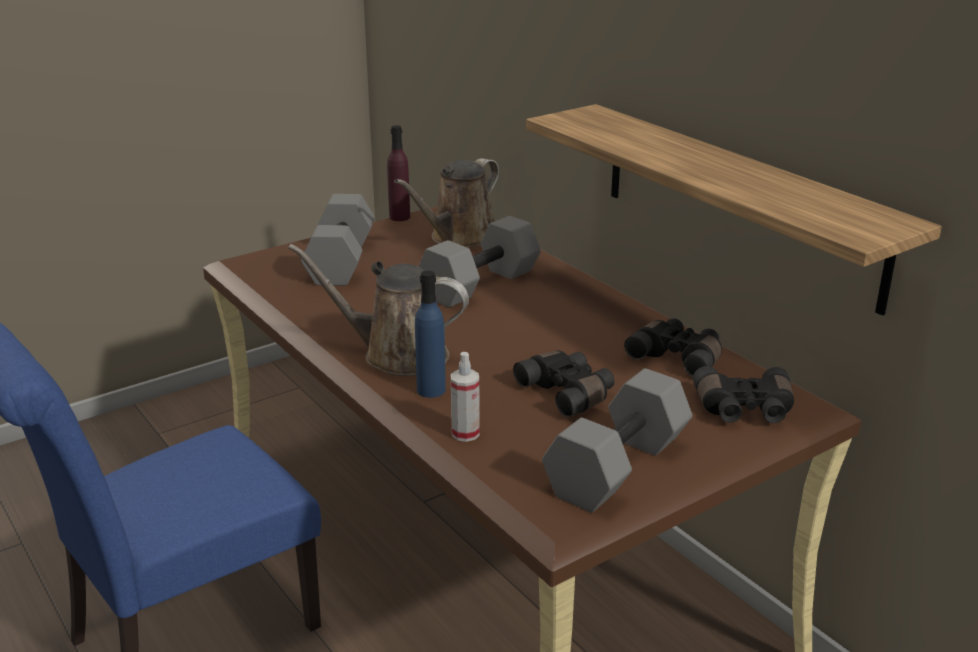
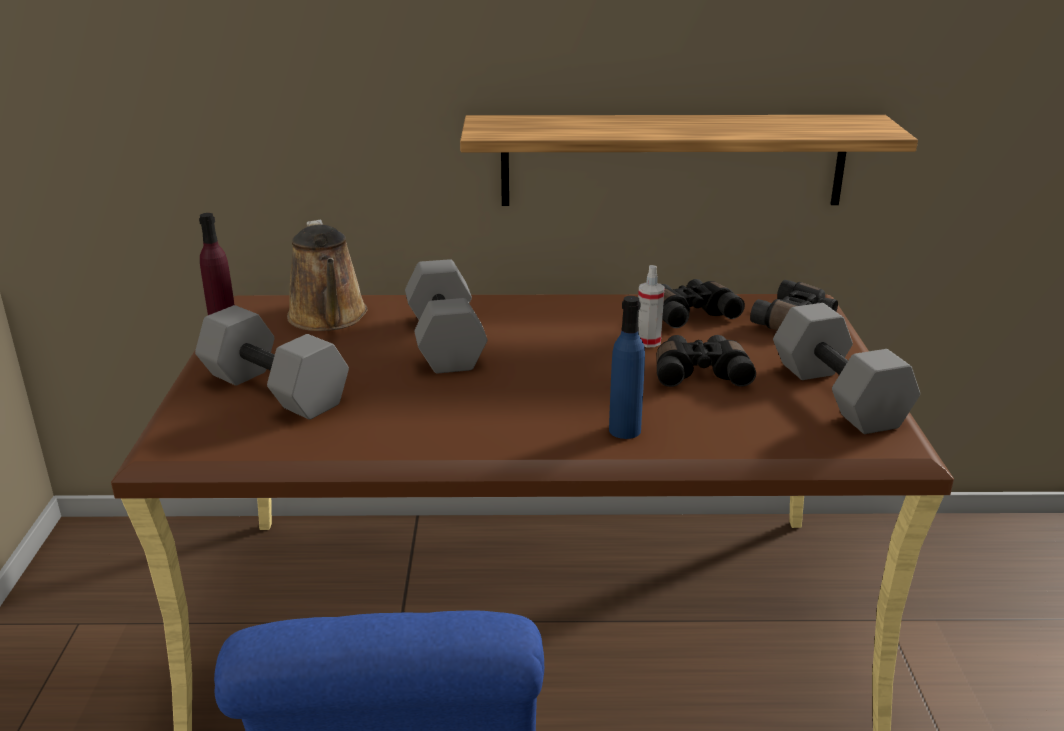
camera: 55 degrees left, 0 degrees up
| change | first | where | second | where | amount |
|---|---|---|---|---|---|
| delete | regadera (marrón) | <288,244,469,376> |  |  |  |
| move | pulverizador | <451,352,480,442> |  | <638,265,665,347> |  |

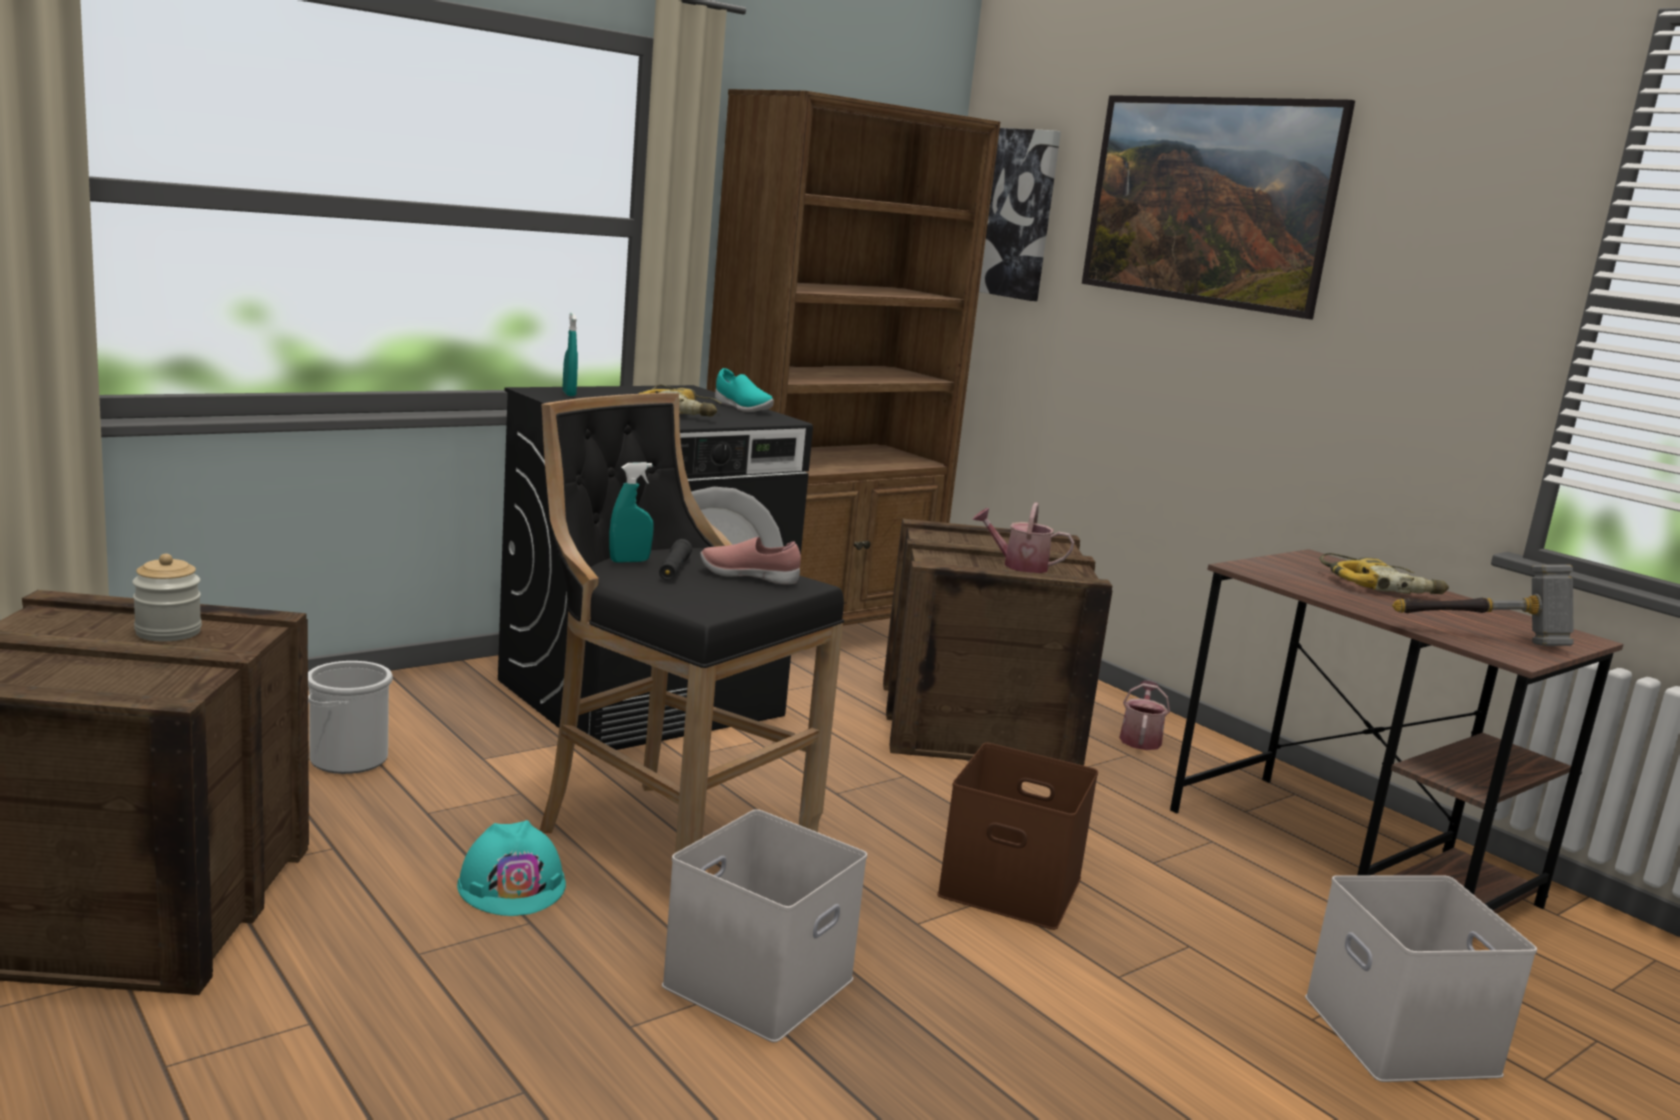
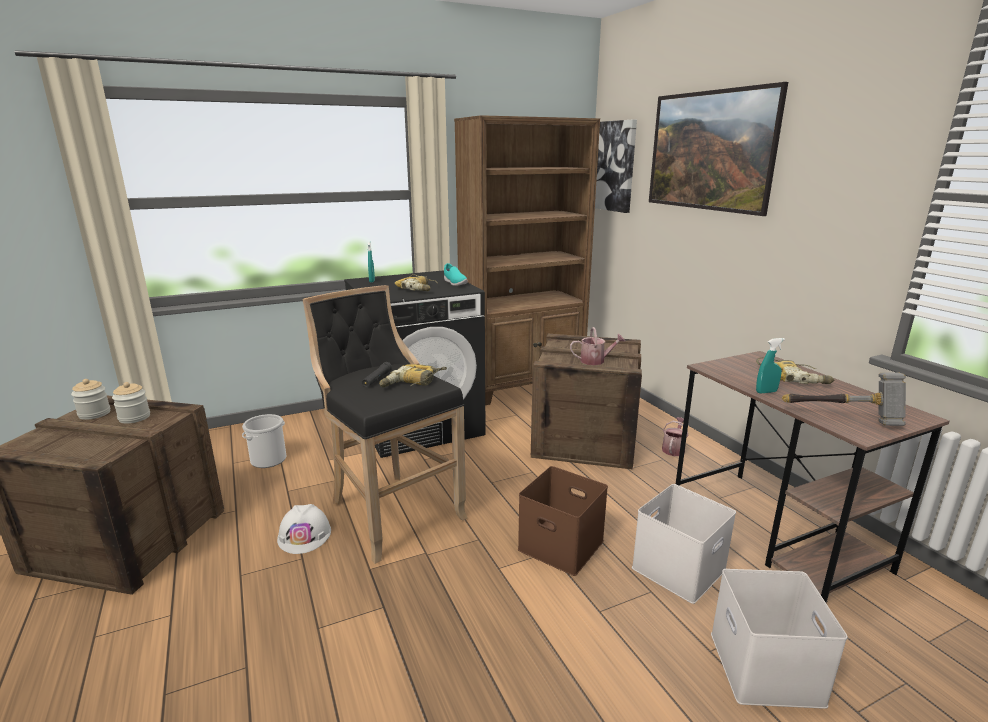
camera: 15 degrees right, 5 degrees up
| change | first | where | second | where | amount |
|---|---|---|---|---|---|
| recolor | casco (turquesa) | <457,820,566,916> | casco (blanco) | <277,504,331,554> |  |
| move | pulverizador (turquesa) | <609,462,653,563> |  | <756,338,785,394> |  |
| move | caja de almacenaje (blanco) | <662,809,867,1042> |  | <632,484,736,604> |  |
| replace | zapato (rosa) | <700,537,801,585> | taladro | <379,364,447,388> |  |
| rotate | regadera | <972,503,1075,573> |  | <570,327,625,365> | 150 degrees clockwise |
| insert |  |  | tarro | <71,379,110,420> |  |

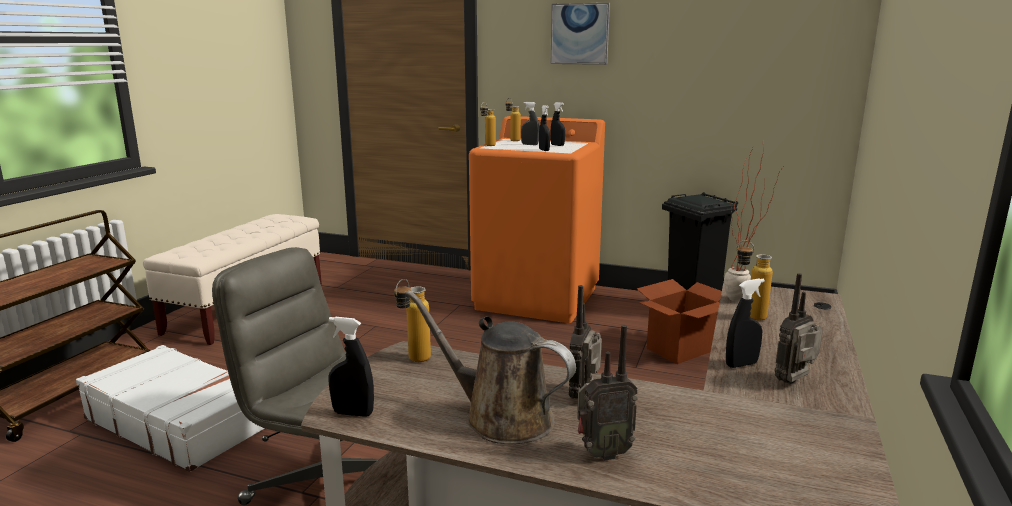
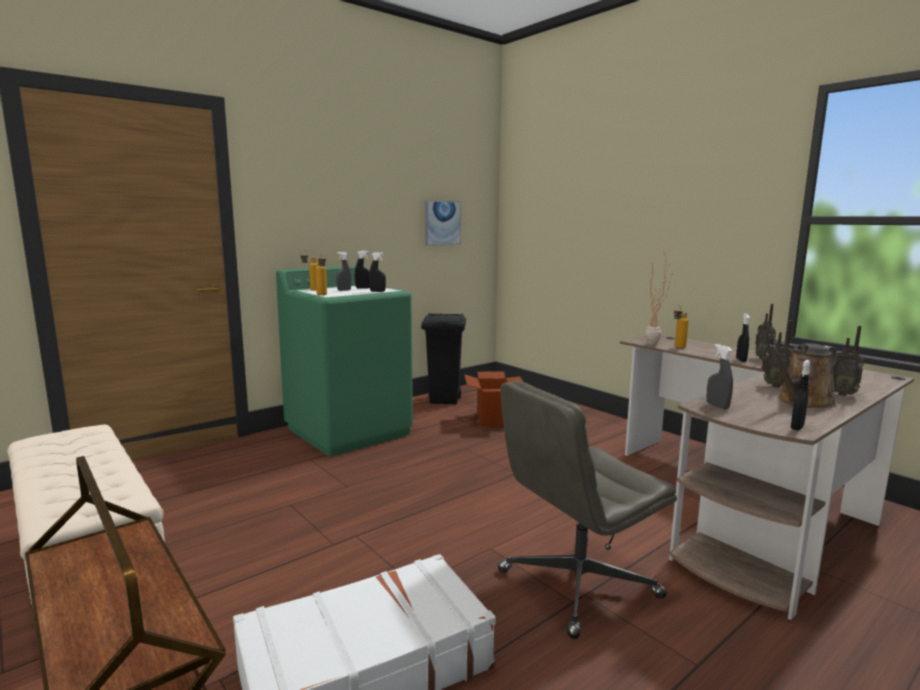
camera: 60 degrees left, 5 degrees down
| change | first | where | second | where | amount |
|---|---|---|---|---|---|
| replace | botella | <394,279,431,362> | pulverizador (gris) | <706,344,733,410> |  |
| recolor | lavadora (naranja) | <469,116,605,323> | lavadora (verde) | <276,266,413,456> |  |
| move | cuadro | <551,3,610,65> |  | <425,200,461,246> |  |
| rotate | radio | <577,325,638,461> |  | <832,326,864,396> | 120 degrees clockwise |

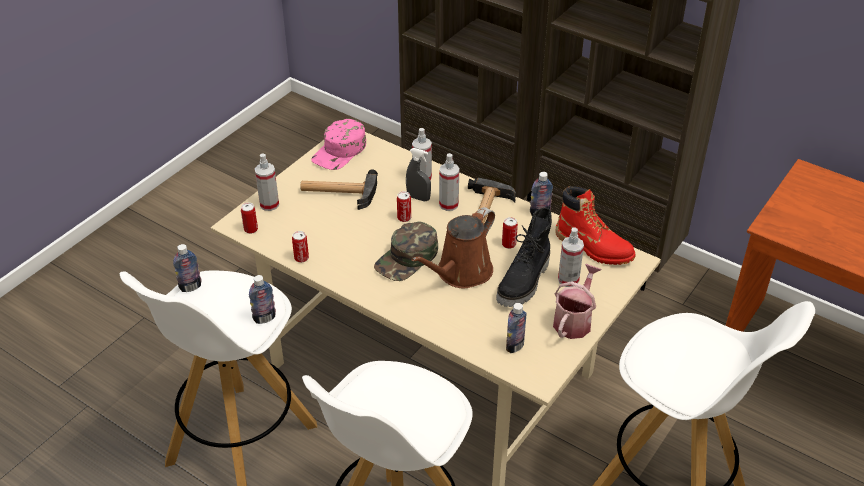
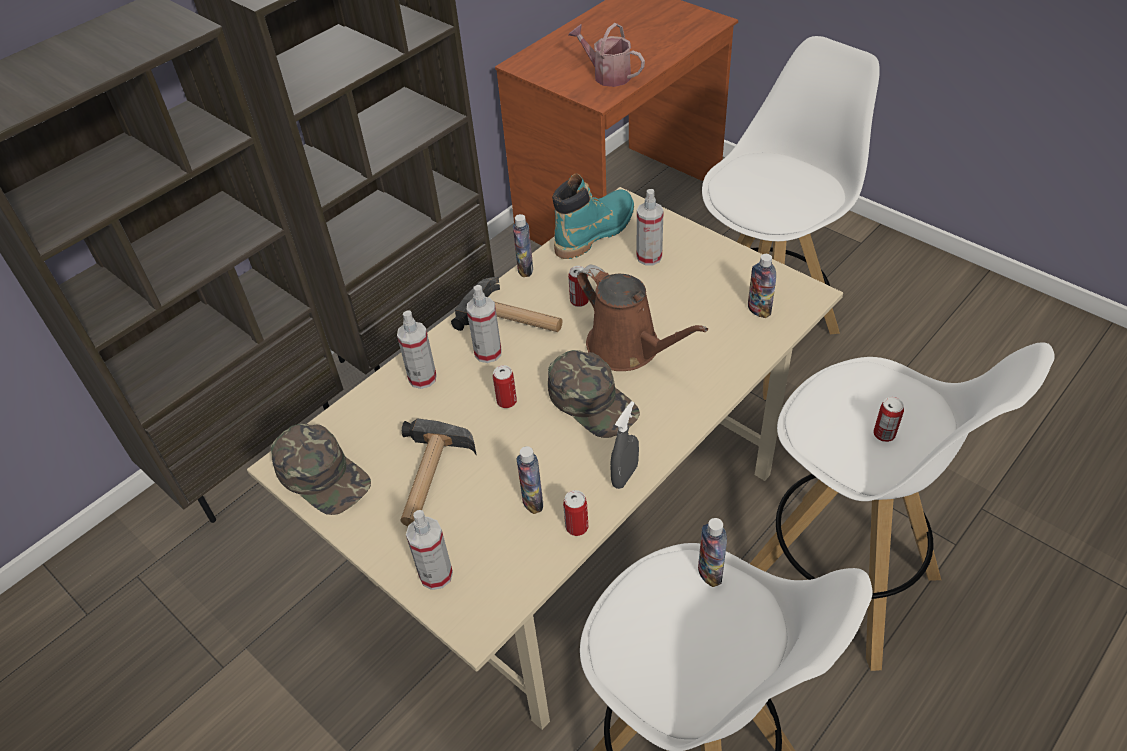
camera: 80 degrees left, 5 degrees up
| change | first | where | second | where | amount |
|---|---|---|---|---|---|
| move | botella | <173,244,201,292> |  | <517,446,543,514> |  |
| move | lata | <241,203,258,234> |  | <873,397,904,442> |  |
| recolor | gorra (rosa) | <311,119,366,170> | gorra (verde) | <271,424,371,515> |  |
| move | pulverizador (gris) | <406,148,431,201> |  | <610,401,639,489> |  |
| delete | bota (negro) | <496,208,552,307> |  |  |  |
| move | regadera | <553,264,601,339> |  | <568,23,645,87> |  |
| recolor | bota (rojo) | <556,186,636,265> | bota (turquesa) | <552,173,634,259> |  |

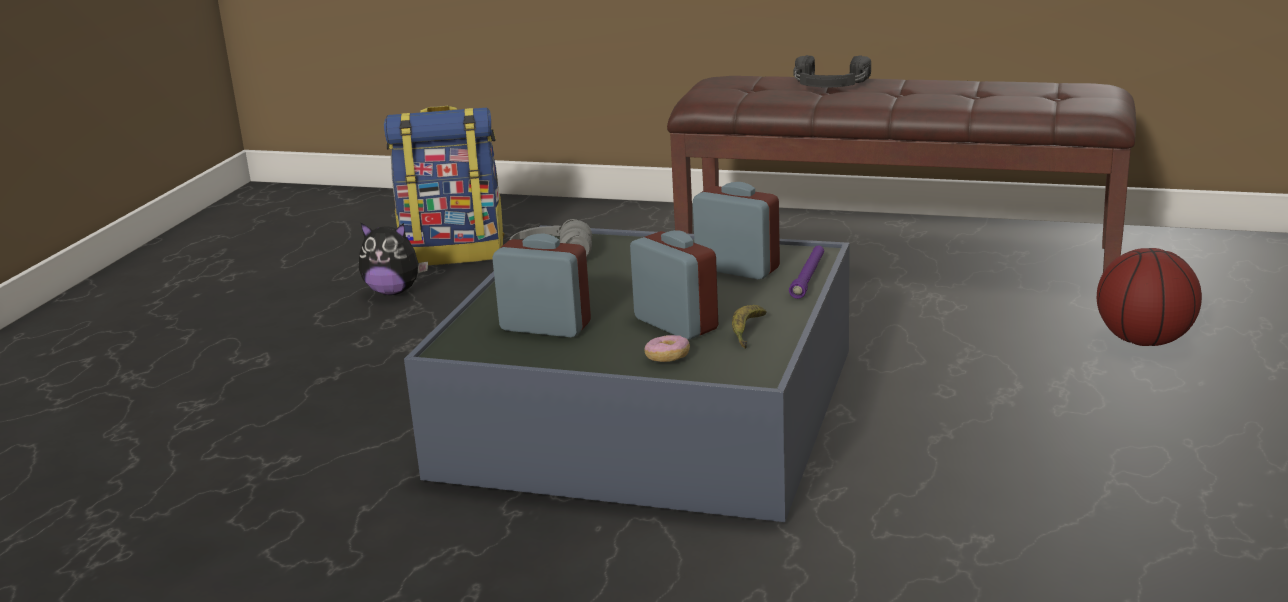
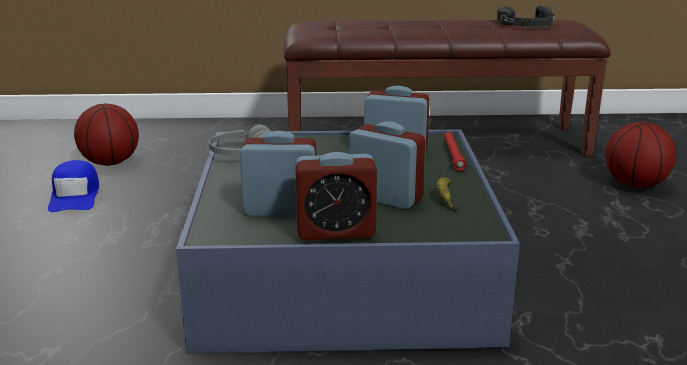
camera: 20 degrees left, 0 degrees up
| change | first | where | second | where | amount |
|---|---|---|---|---|---|
| replace | peluche | <359,222,428,295> | gorra (azul) | <48,160,99,212> |  |
| replace | mochila | <384,106,504,266> | balón de baloncesto | <74,103,139,166> |  |
| delete | rosquilla | <644,335,690,362> |  |  |  |
| recolor | linterna (morado) | <789,246,824,299> | linterna (rojo) | <444,132,466,171> |  |
| move | auriculares (negro) | <793,55,871,87> |  | <497,6,555,27> |  |
| insert |  |  | despertador | <295,152,377,240> |  |

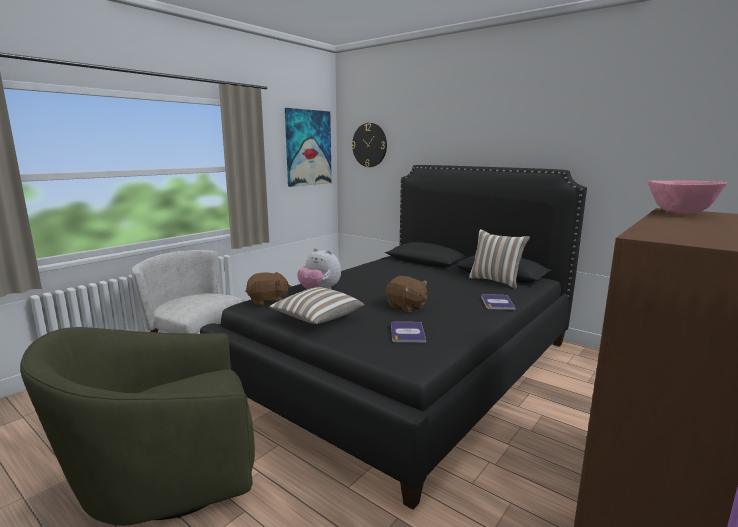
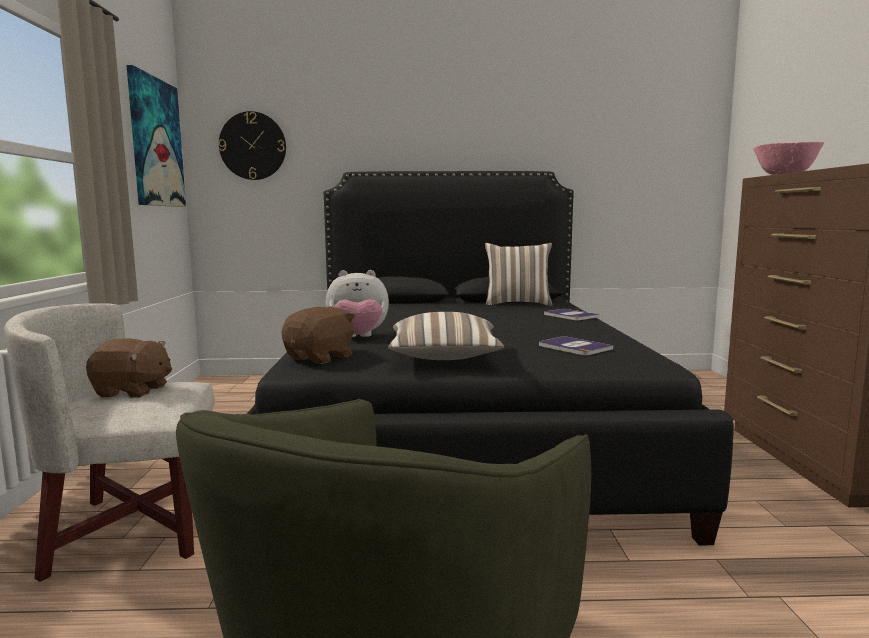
camera: 40 degrees left, 5 degrees down
| change | first | where | second | where | amount |
|---|---|---|---|---|---|
| move | peluche (marrón) | <386,276,427,312> |  | <86,338,172,398> |  |

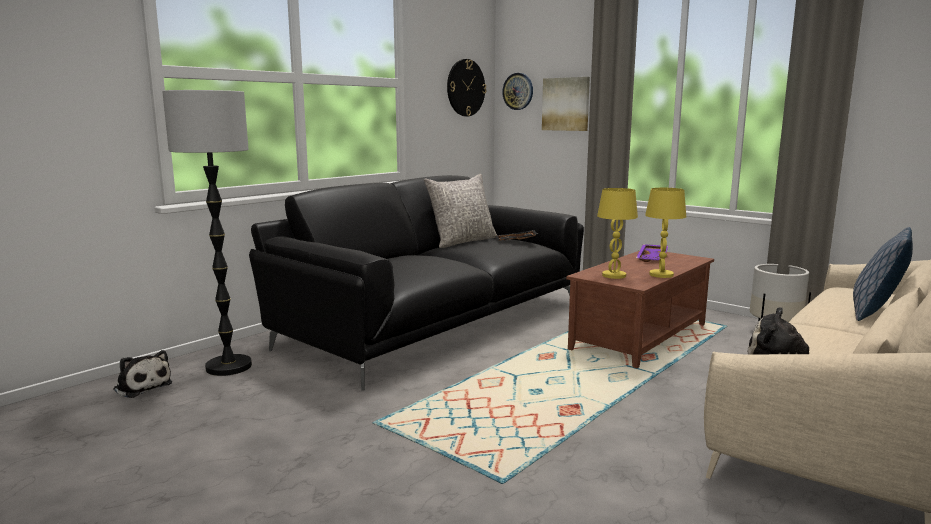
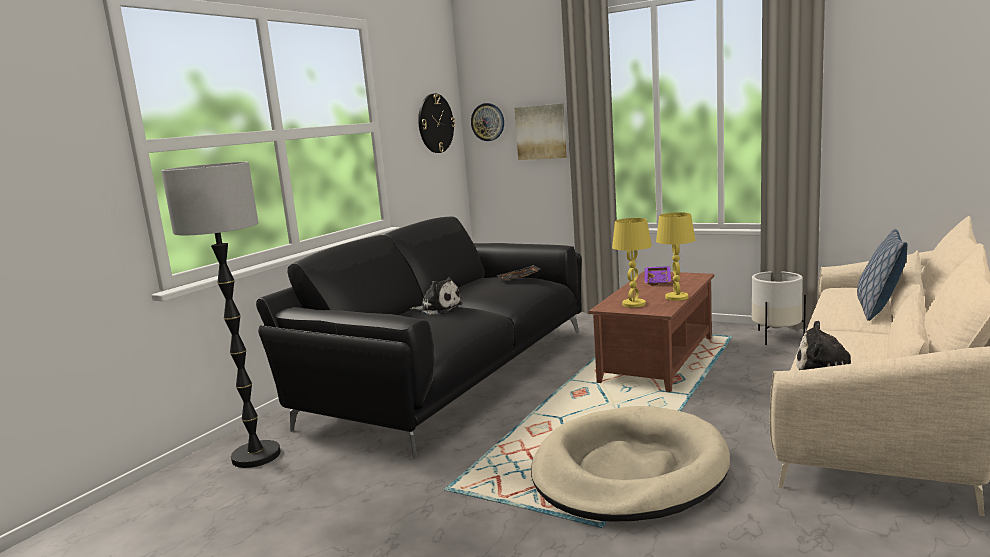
camera: 10 degrees left, 0 degrees up
| change | first | where | second | where | amount |
|---|---|---|---|---|---|
| move | peluche | <113,350,172,398> |  | <410,277,462,315> |  |
| delete | cojín (gris) | <424,174,497,248> |  |  |  |
| insert |  |  | cama para perro (beis) | <531,406,730,522> |  |

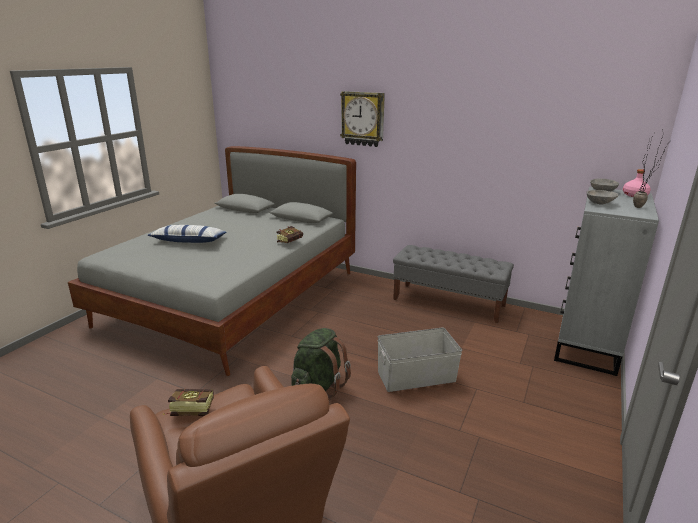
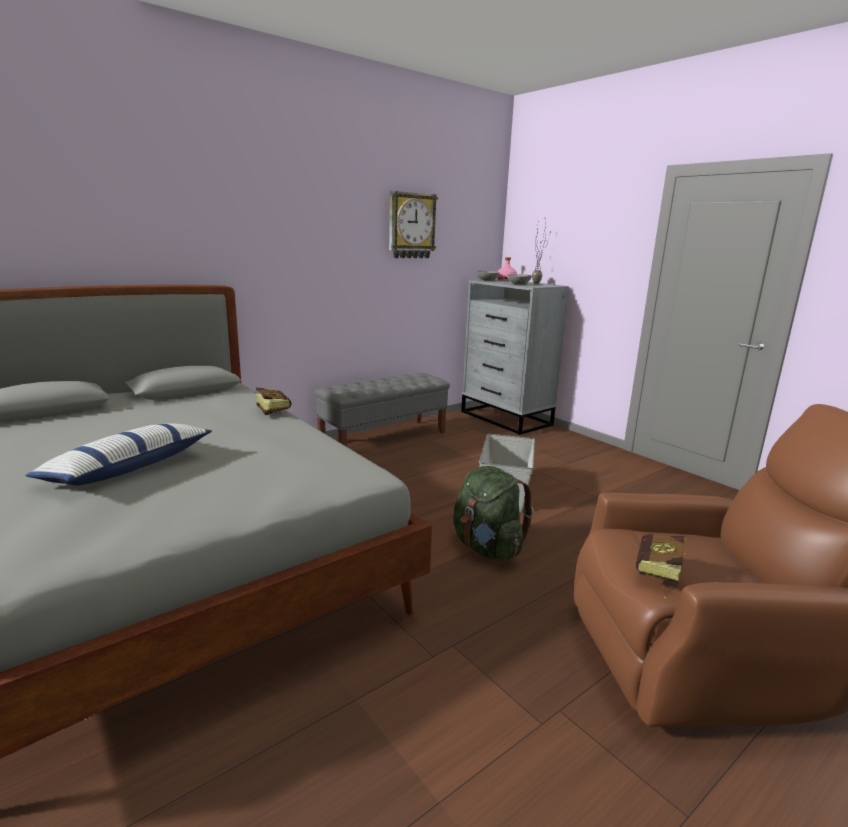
camera: 65 degrees left, 5 degrees down
| change | first | where | second | where | amount |
|---|---|---|---|---|---|
| move | reloj de pared | <340,91,385,147> |  | <389,191,438,258> |  |

